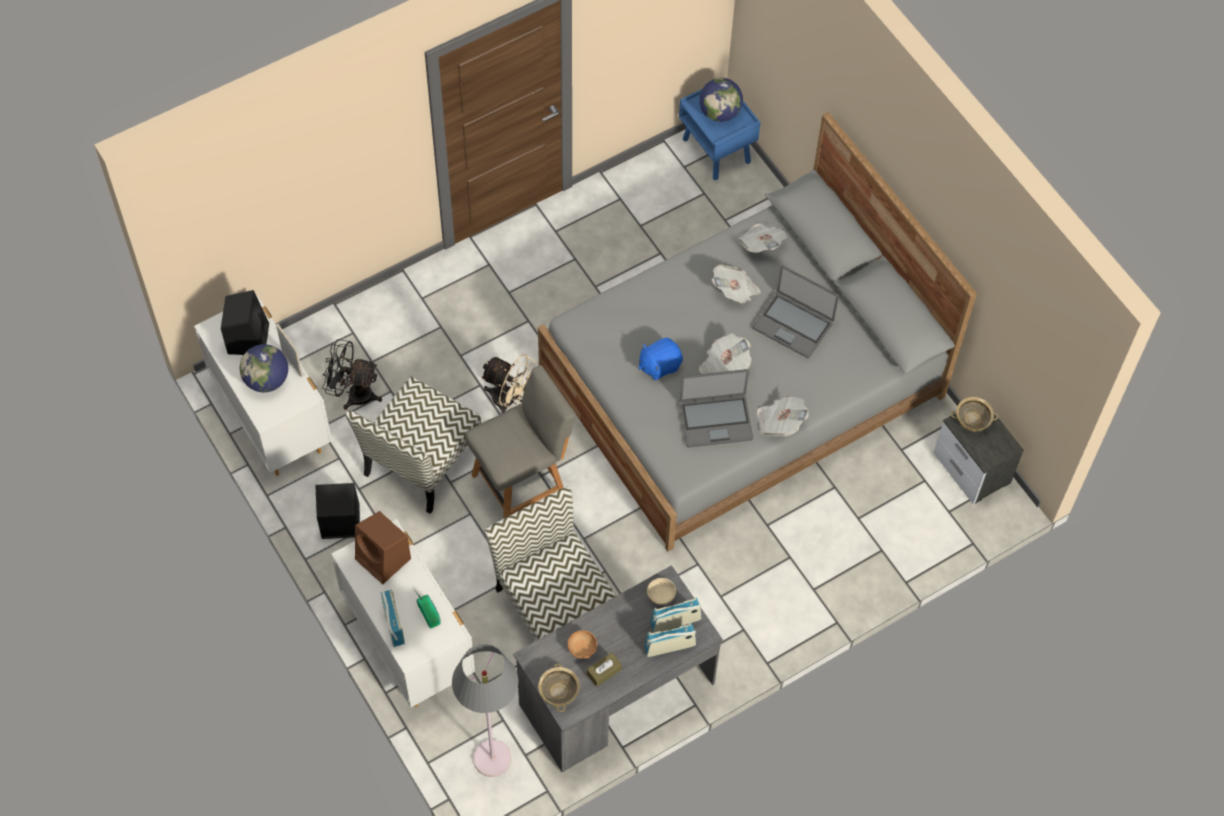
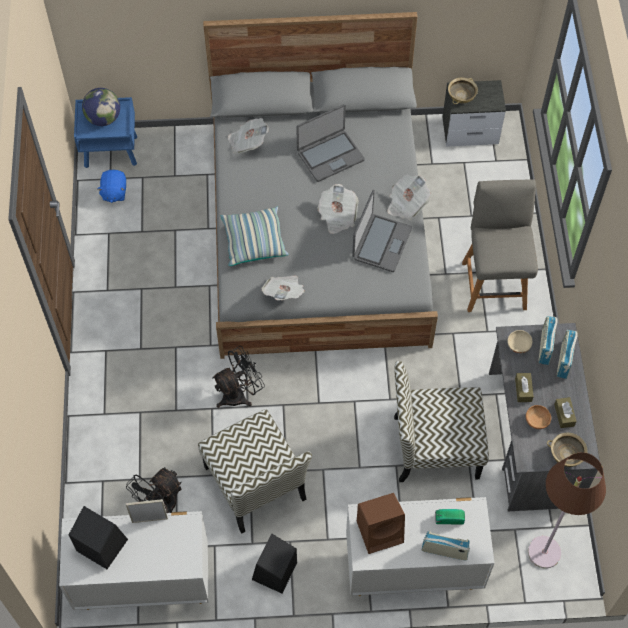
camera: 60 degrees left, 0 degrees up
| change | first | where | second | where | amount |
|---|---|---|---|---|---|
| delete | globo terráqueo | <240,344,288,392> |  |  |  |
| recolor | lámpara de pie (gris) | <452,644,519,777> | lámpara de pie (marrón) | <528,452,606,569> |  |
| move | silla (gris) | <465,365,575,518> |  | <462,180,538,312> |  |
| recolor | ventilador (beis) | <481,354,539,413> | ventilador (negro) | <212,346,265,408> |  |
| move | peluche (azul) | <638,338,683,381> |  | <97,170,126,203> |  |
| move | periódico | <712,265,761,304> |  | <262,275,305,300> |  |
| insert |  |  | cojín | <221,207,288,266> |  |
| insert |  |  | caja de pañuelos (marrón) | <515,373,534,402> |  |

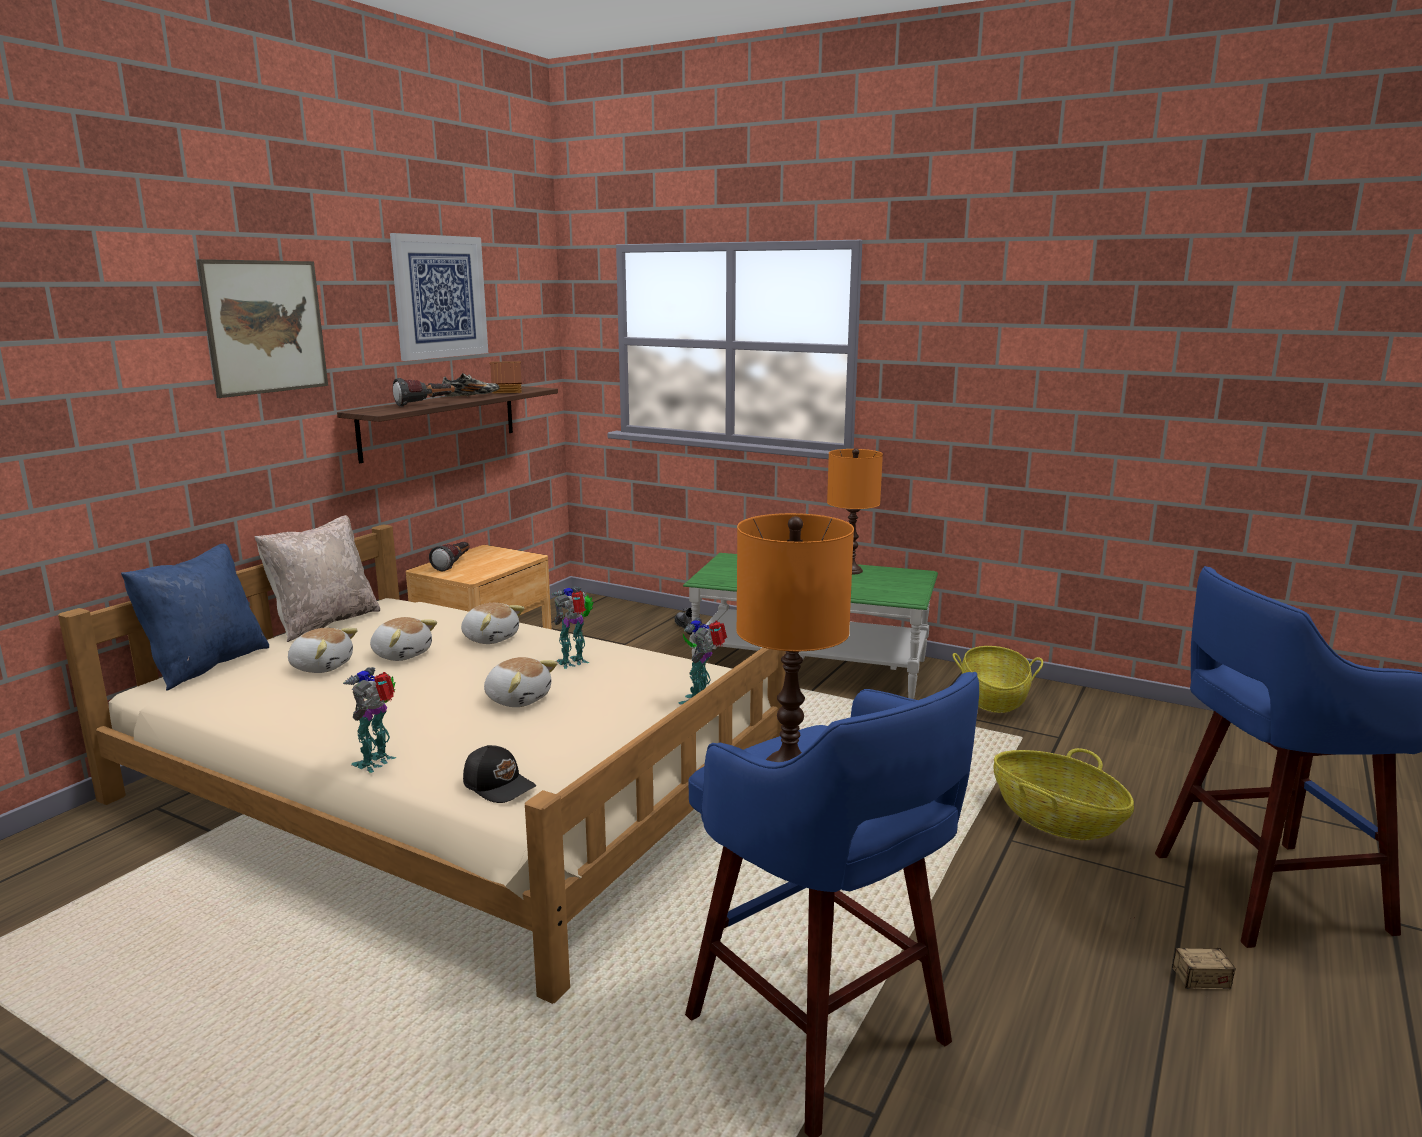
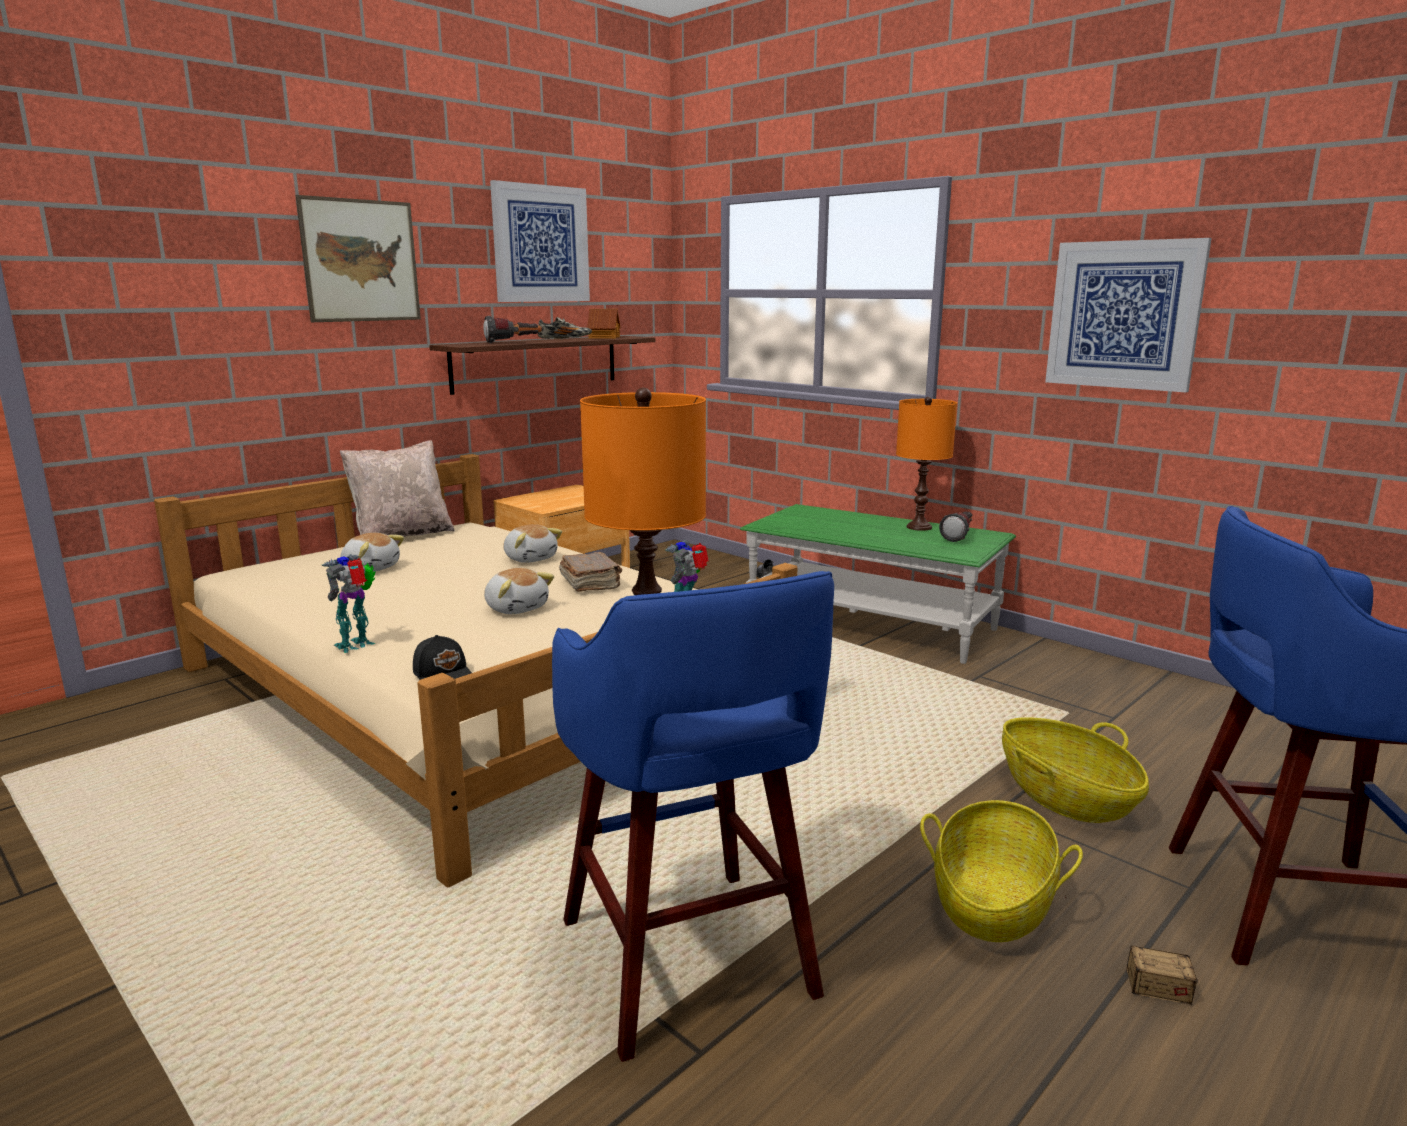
camera: 15 degrees right, 0 degrees up
| change | first | where | second | where | amount |
|---|---|---|---|---|---|
| delete | cojín (azul) | <121,543,269,691> |  |  |  |
| delete | peluche | <370,617,437,661> |  |  |  |
| move | linterna | <429,542,470,572> |  | <939,511,973,542> |  |
| replace | robot de juguete | <551,586,593,669> | libro (marrón) | <559,552,622,592> |  |
| move | cesta | <953,646,1043,713> |  | <920,800,1083,942> |  |
| insert |  |  | cuadro | <1045,238,1212,392> |  |

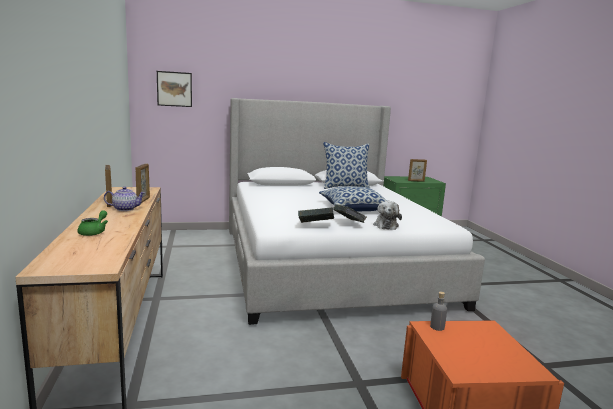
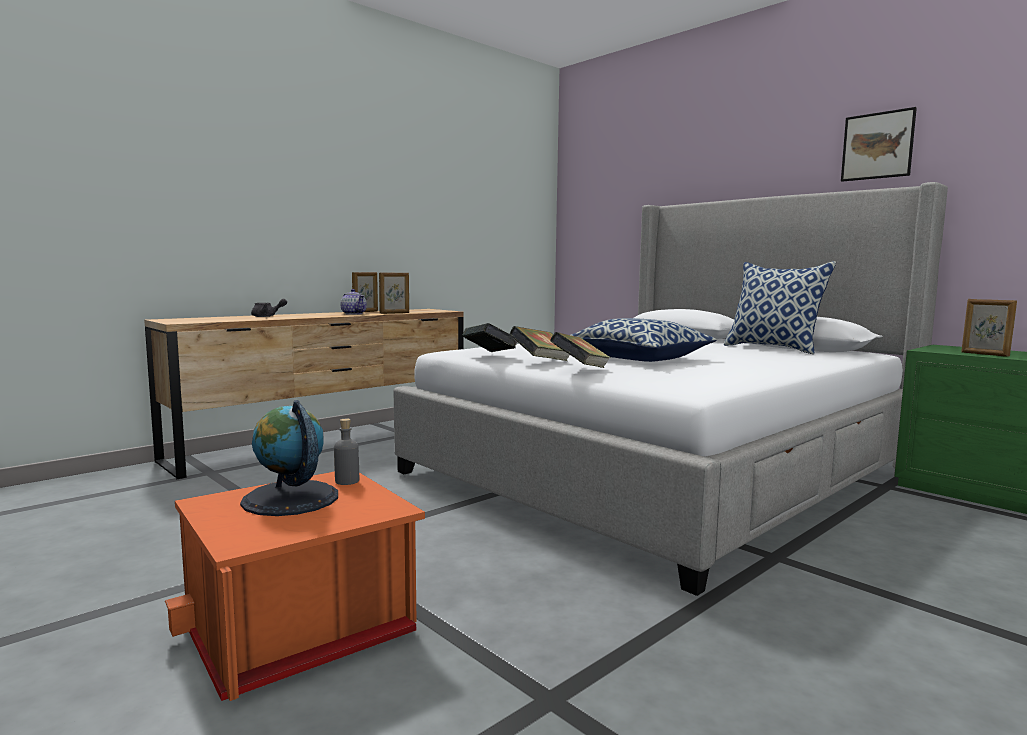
camera: 60 degrees right, 5 degrees down
| change | first | where | second | where | amount |
|---|---|---|---|---|---|
| recolor | tetera (verde) | <77,210,108,236> | tetera (gris) | <251,299,287,317> |  |
| move | cuadro | <157,71,192,107> |  | <841,107,917,182> |  |
| replace | peluche | <373,201,402,230> | libro | <550,332,611,368> |  |
| insert |  |  | globo terráqueo | <240,400,338,516> |  |

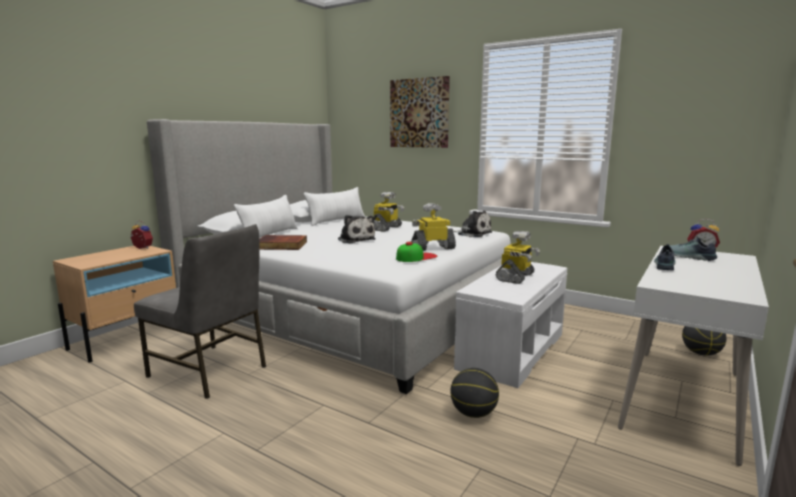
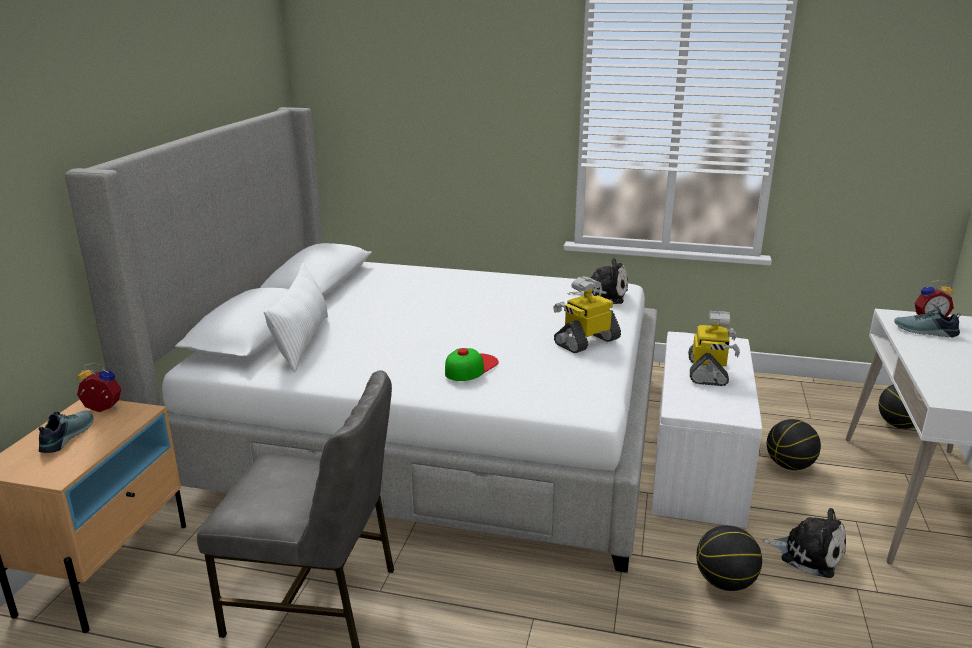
camera: 20 degrees left, 10 degrees up
| change | first | where | second | where | amount |
|---|---|---|---|---|---|
| delete | libro | <259,235,307,250> |  |  |  |
| delete | cojín (blanco) | <304,187,365,226> |  |  |  |
| move | peluche | <338,215,376,244> |  | <762,508,846,578> |  |
| delete | robot de juguete | <373,192,404,232> |  |  |  |
| delete | cuadro | <390,76,450,148> |  |  |  |
| move | gorra | <396,242,437,262> |  | <445,348,499,381> |  |
| move | zapato | <654,244,676,270> |  | <39,410,94,453> |  |
| insert |  |  | balón de baloncesto | <767,419,821,470> |  |

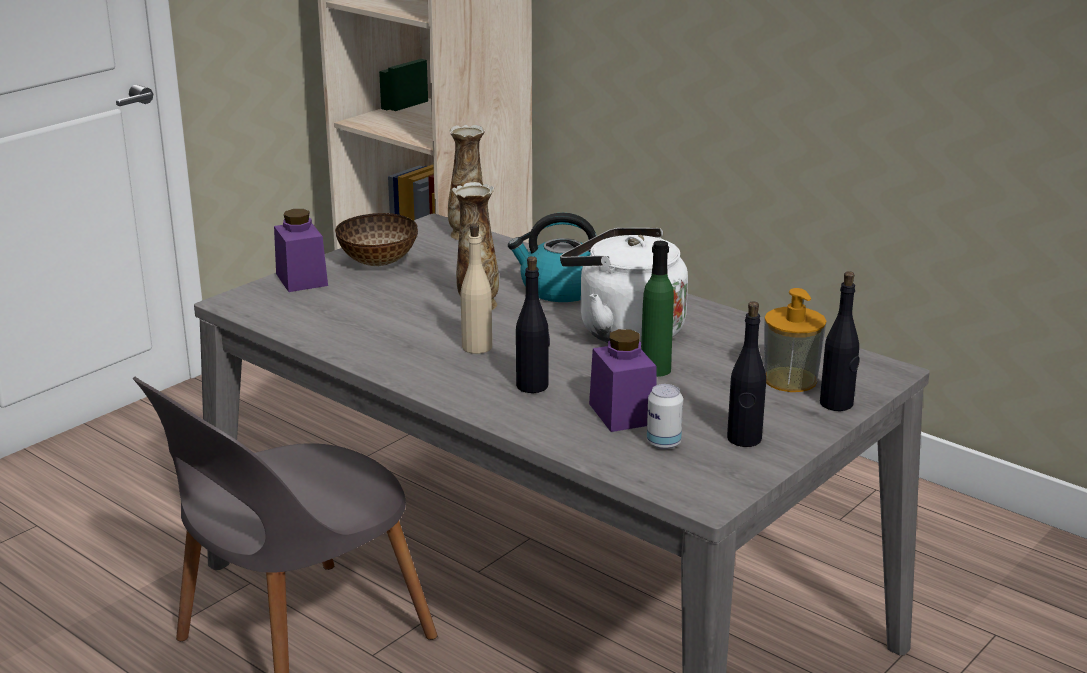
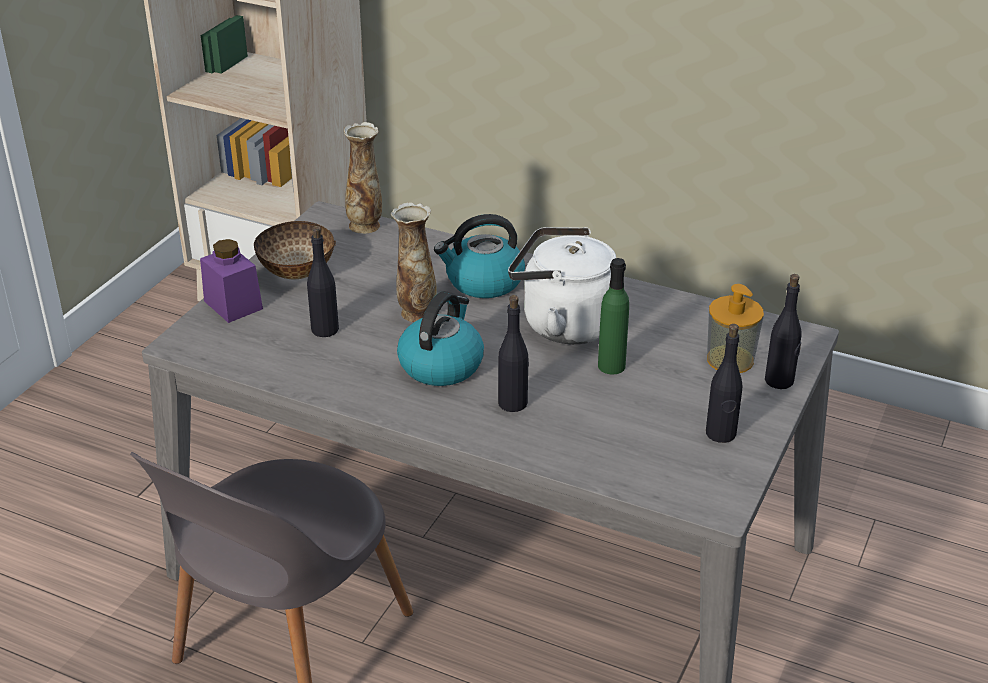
camera: 15 degrees left, 10 degrees up
| change | first | where | second | where | amount |
|---|---|---|---|---|---|
| replace | botella (beis) | <460,223,492,354> | hervidor | <397,291,484,386> |  |
| delete | tarro (morado) | <589,329,657,432> |  |  |  |
| delete | lata | <647,384,683,450> |  |  |  |
| insert |  |  | botella (negro) | <307,226,339,337> |  |

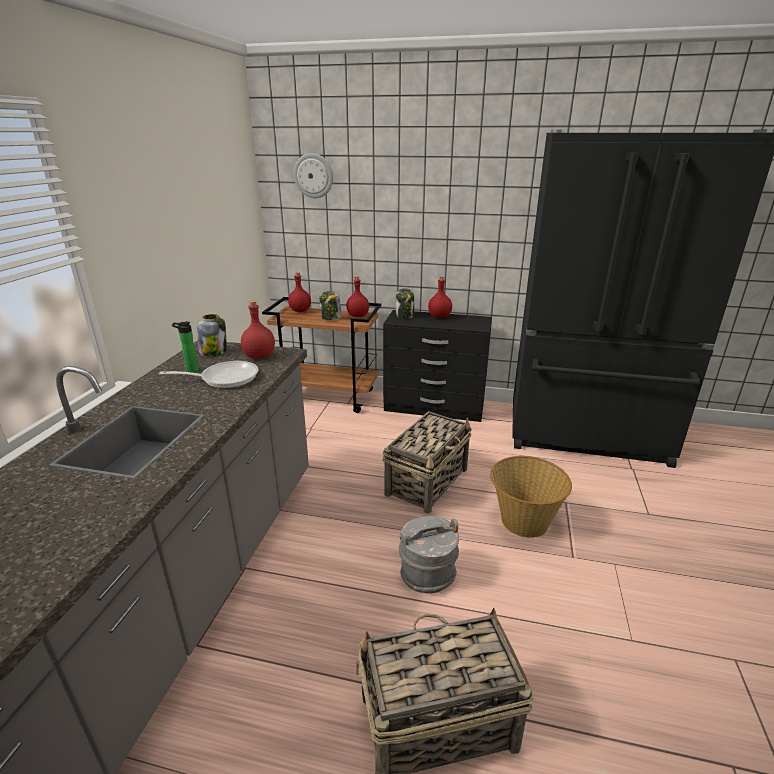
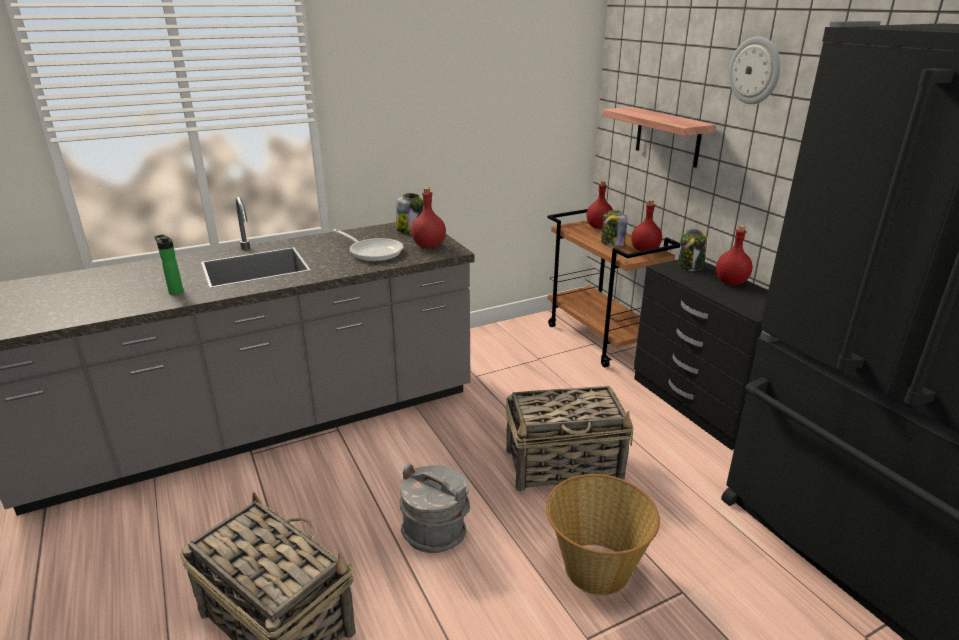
camera: 50 degrees right, 0 degrees up
| change | first | where | second | where | amount |
|---|---|---|---|---|---|
| move | botella | <172,321,199,373> |  | <154,234,183,295> |  |
| move | reloj de pared | <293,153,333,198> |  | <729,36,781,104> |  |
| insert |  |  | estante | <603,107,716,168> |  |

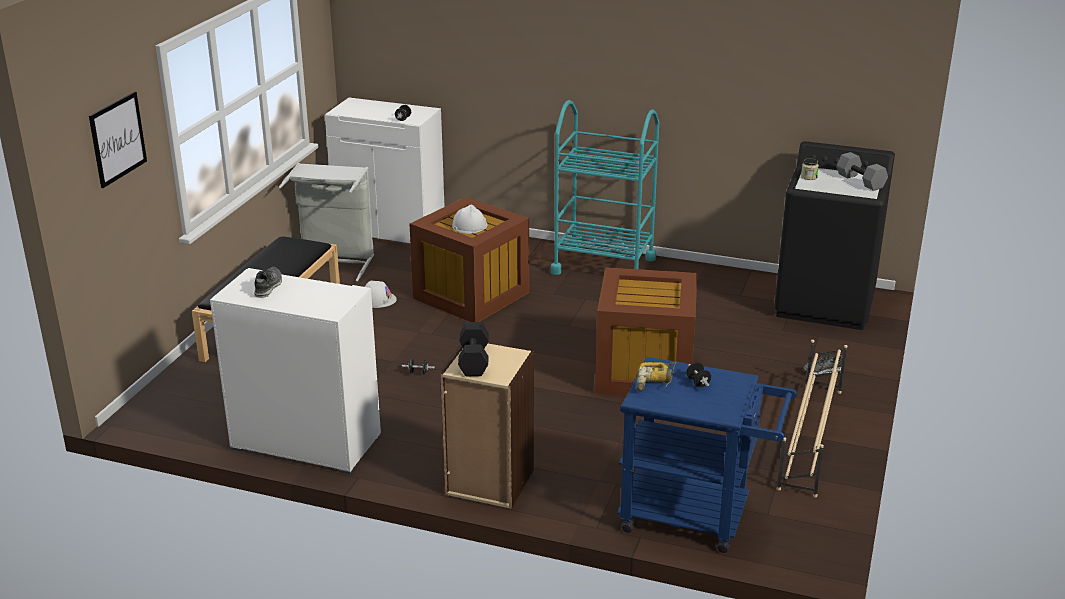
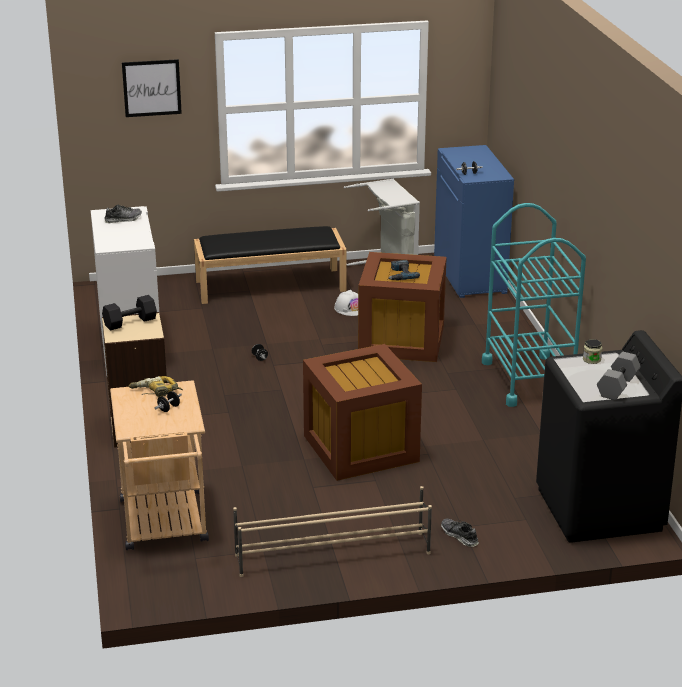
camera: 60 degrees right, 0 degrees up
| change | first | where | second | where | amount |
|---|---|---|---|---|---|
| recolor | armario (blanco) | <325,98,445,243> | armario (azul) | <434,145,514,298> |  |
| replace | casco (blanco) | <452,205,488,234> | taladro | <389,260,420,280> |  |
| recolor | carrito (azul) | <617,357,797,553> | carrito (beis) | <110,380,209,550> |  |

